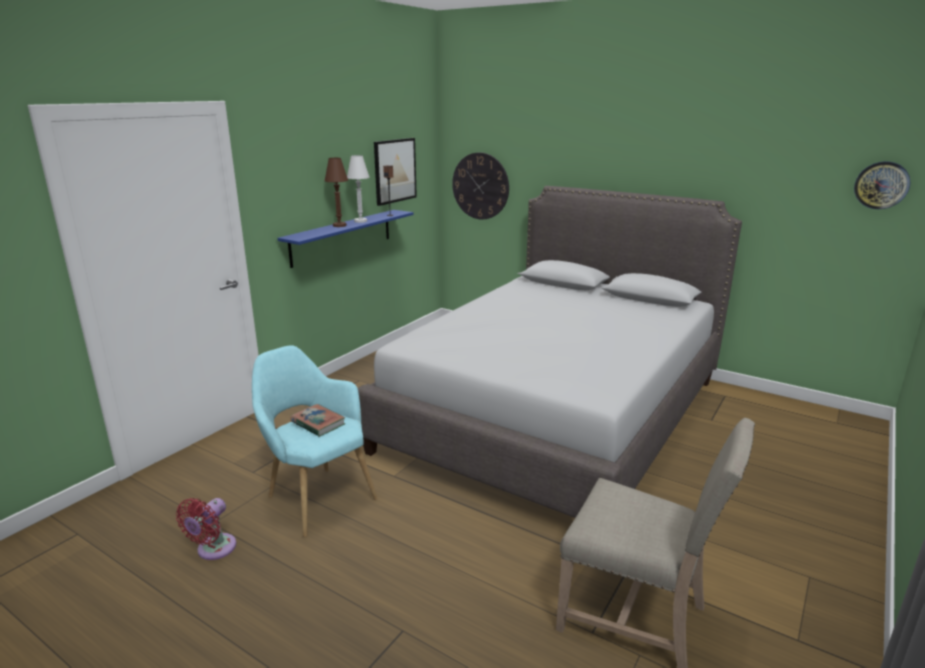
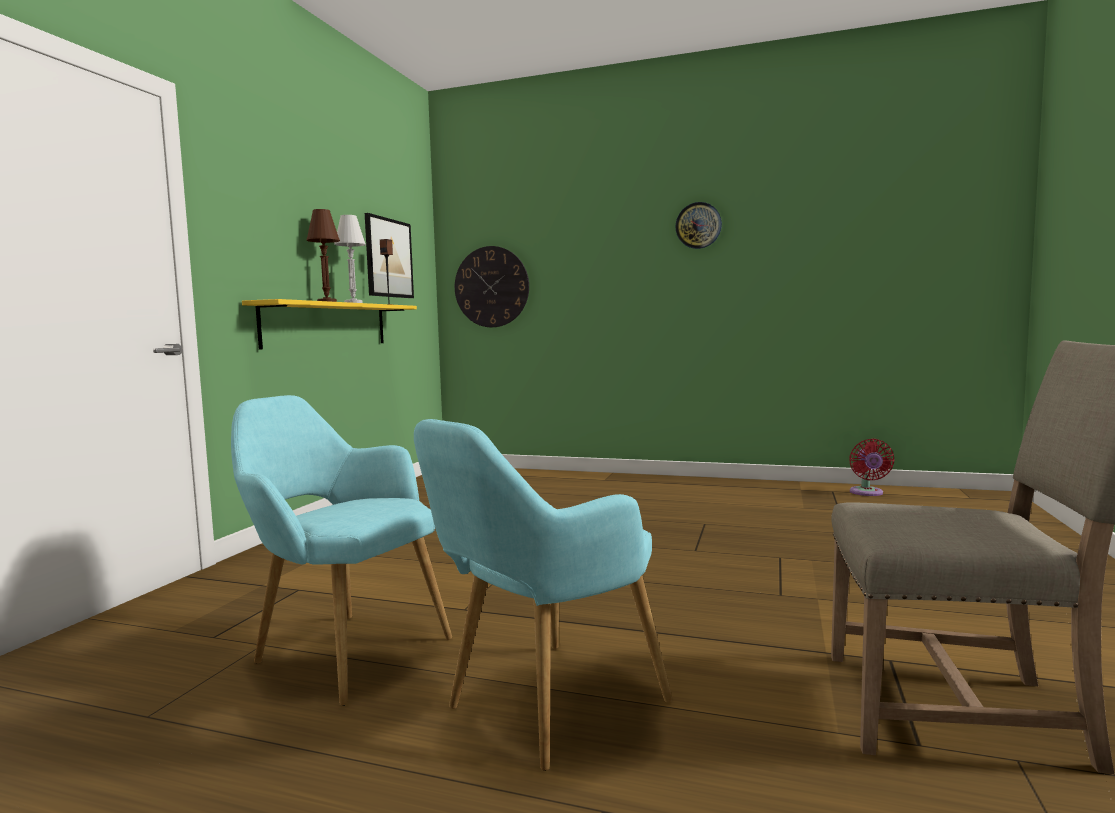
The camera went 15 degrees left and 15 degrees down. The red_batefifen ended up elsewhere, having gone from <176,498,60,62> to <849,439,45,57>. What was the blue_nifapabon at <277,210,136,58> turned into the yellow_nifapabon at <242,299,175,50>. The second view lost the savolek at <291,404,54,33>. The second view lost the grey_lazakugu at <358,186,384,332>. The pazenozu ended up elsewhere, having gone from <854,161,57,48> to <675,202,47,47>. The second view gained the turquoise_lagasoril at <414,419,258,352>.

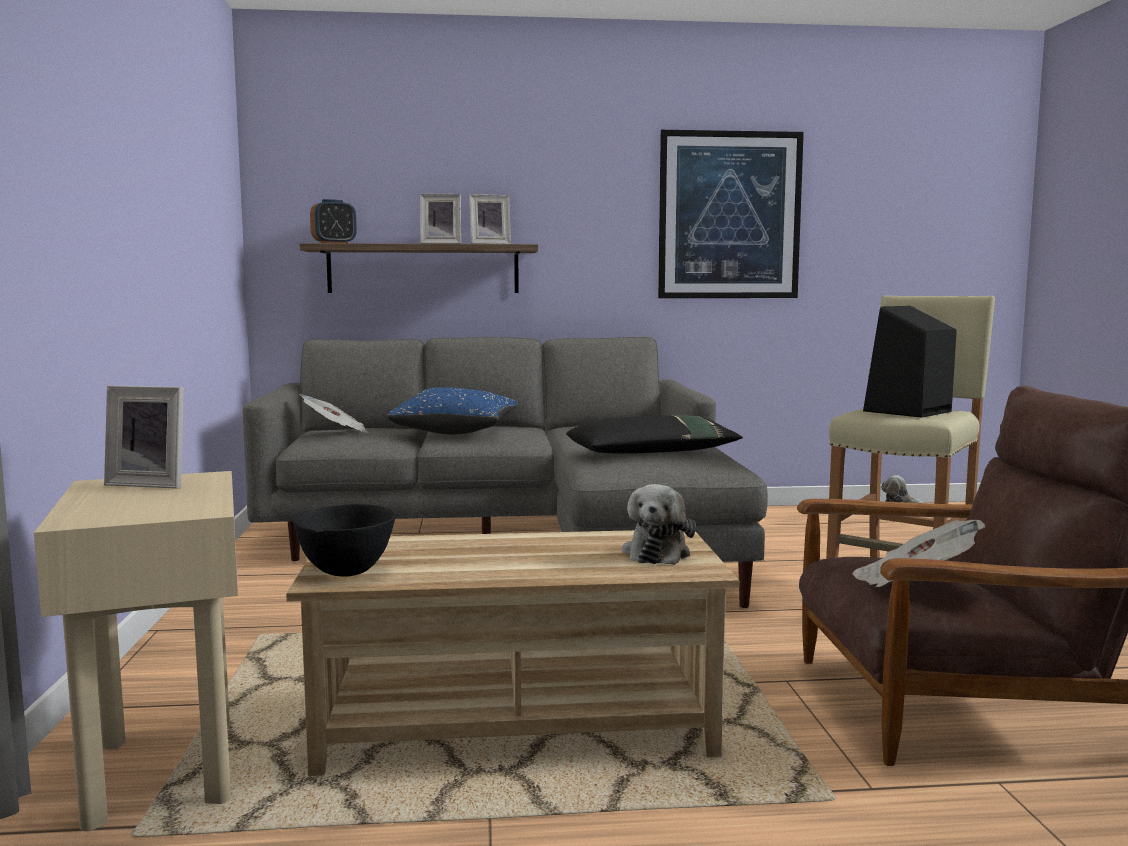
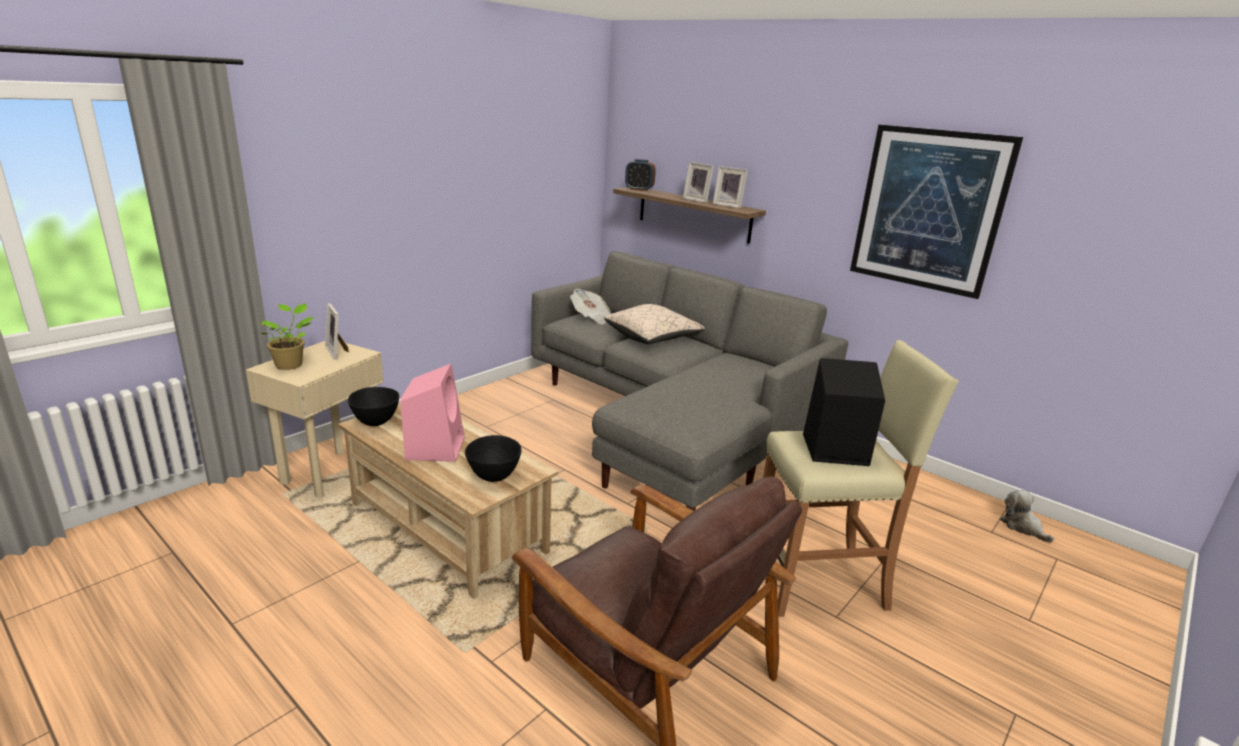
The camera went 45 degrees right and 15 degrees up. What was the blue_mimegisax at <387,387,131,47> turned into the beige_mimegisax at <604,304,101,40>. The second view lost the black_mimegisax at <566,415,177,38>. Where the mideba stood at <622,484,74,81>, the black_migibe came to stand at <465,435,56,47>. The second view lost the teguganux at <853,520,132,67>. The second view gained the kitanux at <260,303,54,67>. The second view gained the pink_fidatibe at <400,364,65,98>.

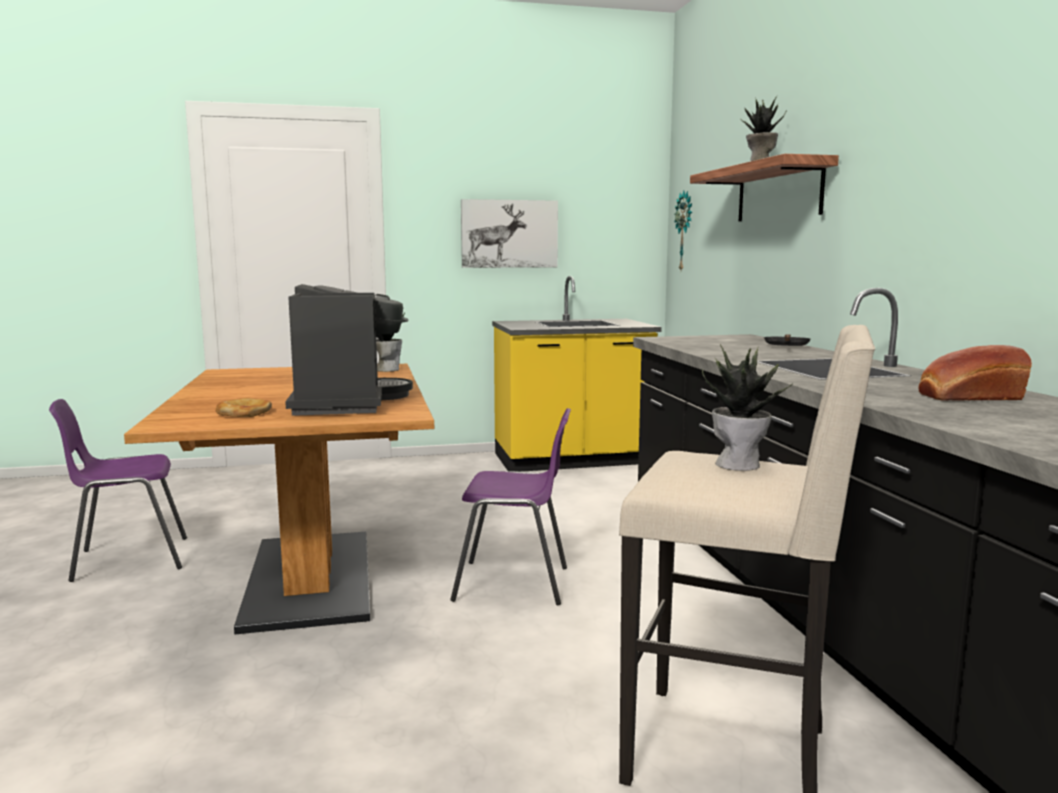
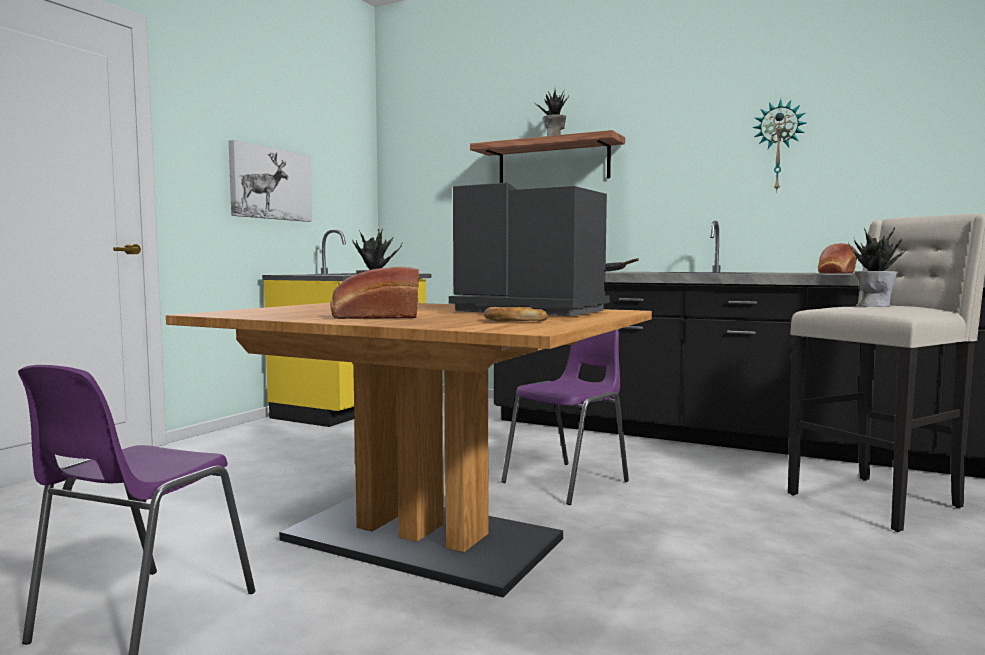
The camera went 50 degrees left and 5 degrees down. The pazenozu ended up elsewhere, having gone from <674,191,18,79> to <752,99,54,93>. The second view gained the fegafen at <330,267,89,52>.

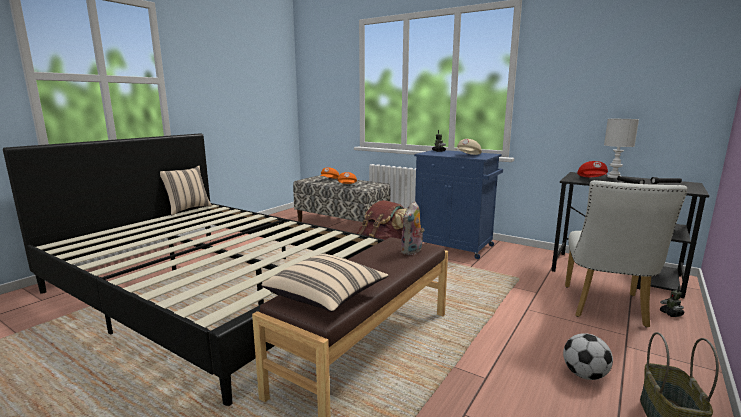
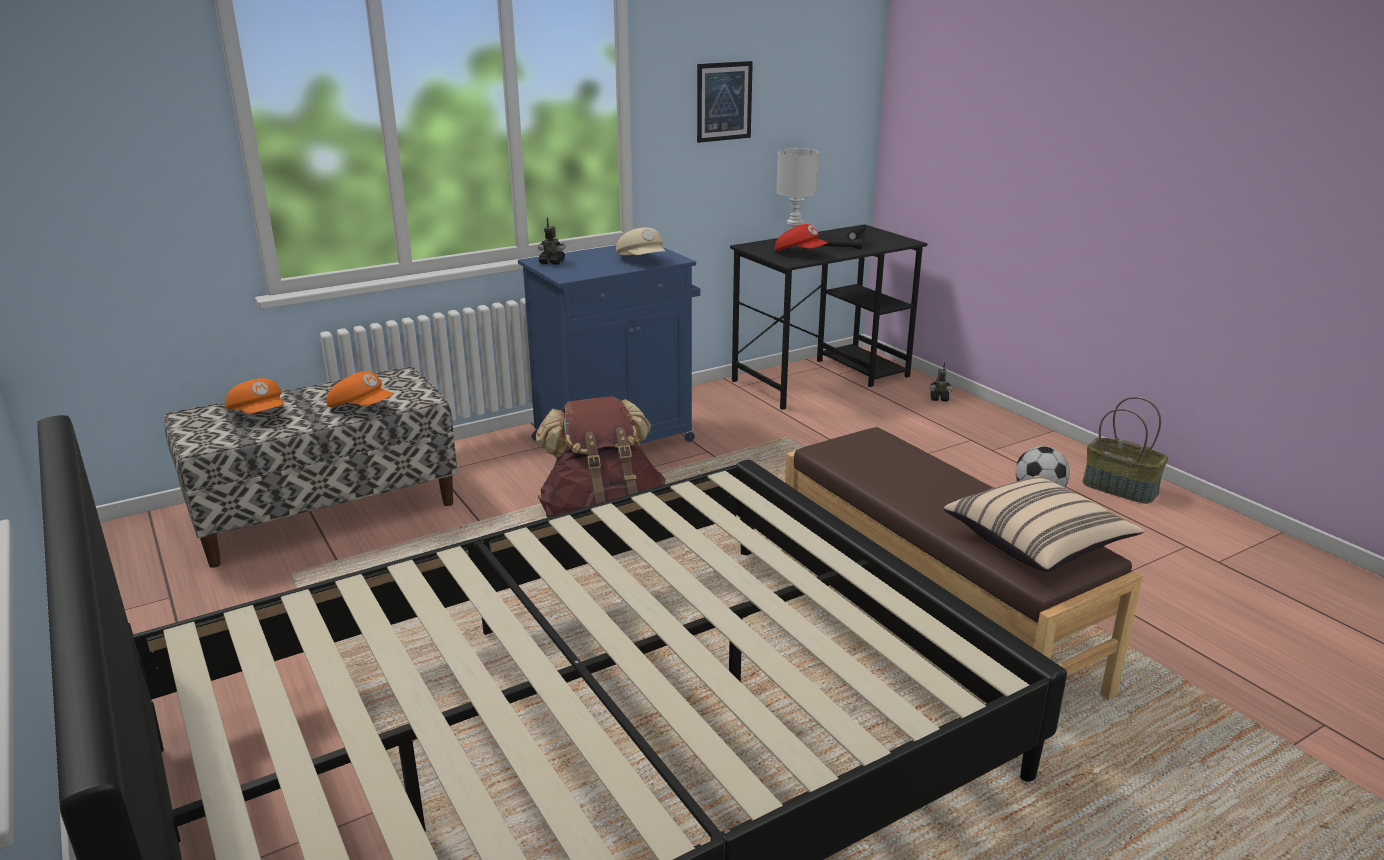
The camera went 65 degrees left and 10 degrees up. The second view lost the beige_mimegisax at <160,166,52,49>. The second view lost the mideba at <401,201,24,54>. The second view lost the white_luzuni at <565,180,123,148>. The second view gained the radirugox at <697,61,56,82>.

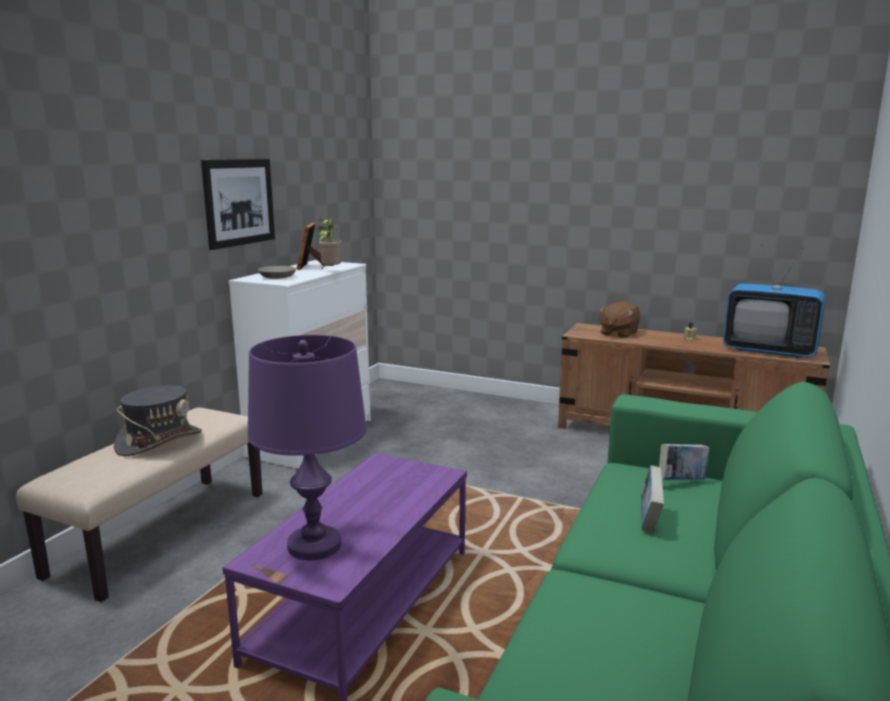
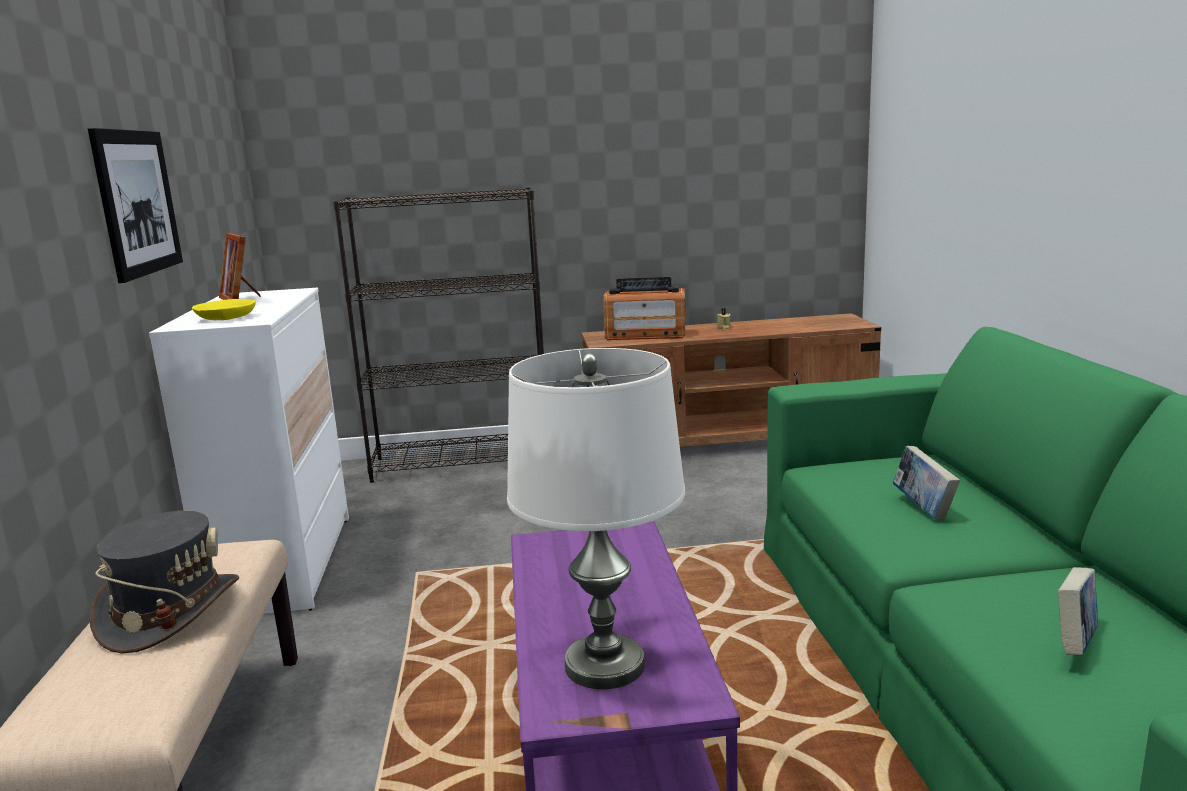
The camera went 30 degrees left and 0 degrees up. What was the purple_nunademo at <247,335,120,225> turned into the white_nunademo at <507,348,178,341>. What was the grey_migibe at <258,266,38,13> turned into the yellow_migibe at <192,299,64,21>. The second view lost the kitanux at <318,219,24,50>. Where the brown_mideba stood at <598,301,42,37>, the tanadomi came to stand at <603,277,82,63>. The savolek ended up elsewhere, having gone from <659,444,50,36> to <1058,567,40,88>. The second view lost the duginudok at <723,244,103,114>. The second view gained the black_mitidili at <333,187,211,296>.

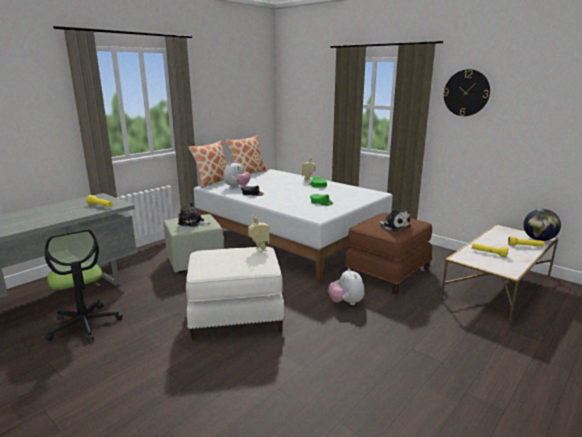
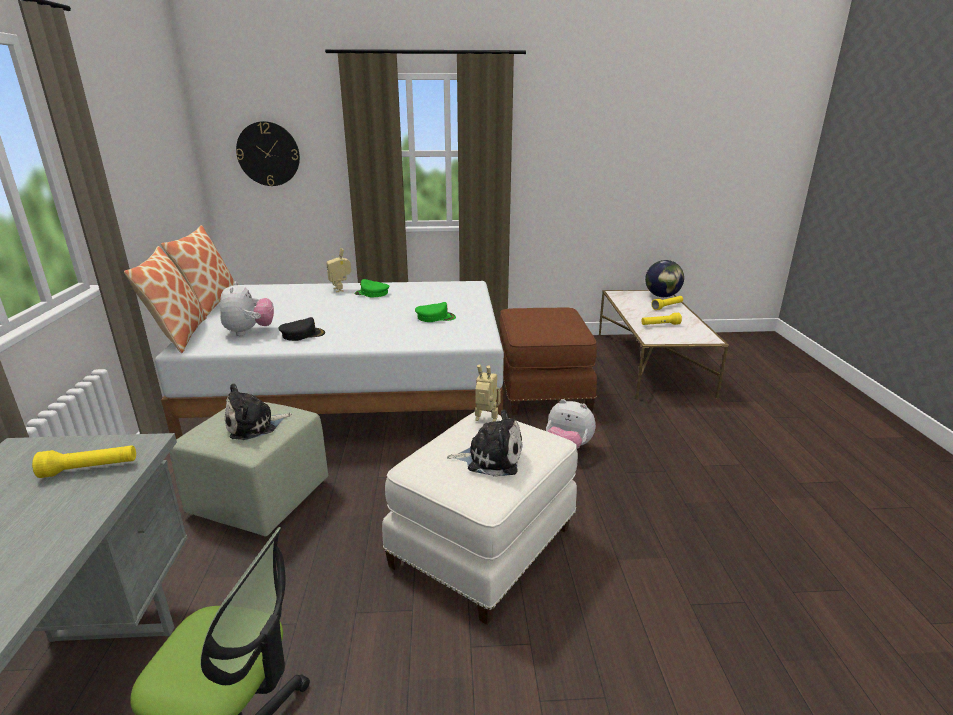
The camera went 45 degrees left and 5 degrees up. The mideba ended up elsewhere, having gone from <378,208,33,23> to <447,409,75,68>. The pazenozu ended up elsewhere, having gone from <443,69,47,47> to <236,121,64,65>.

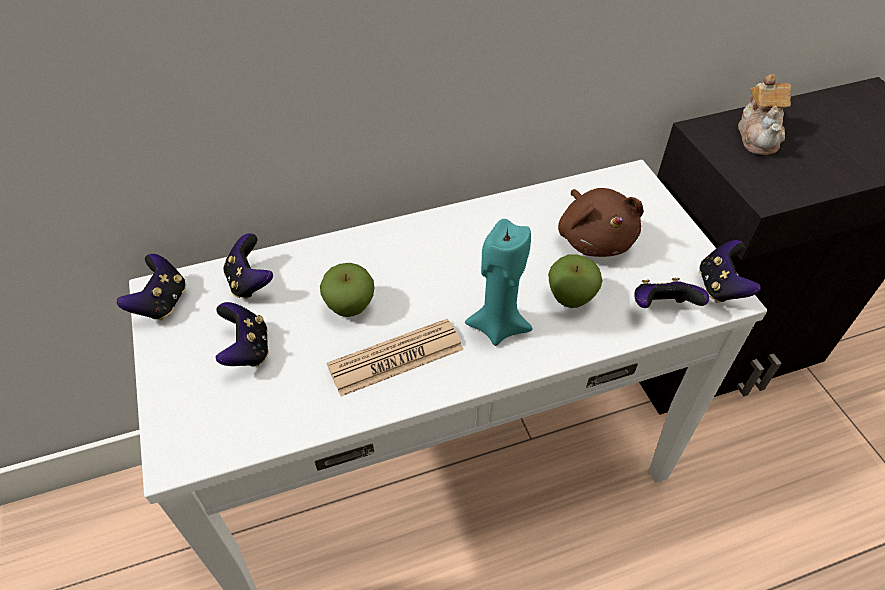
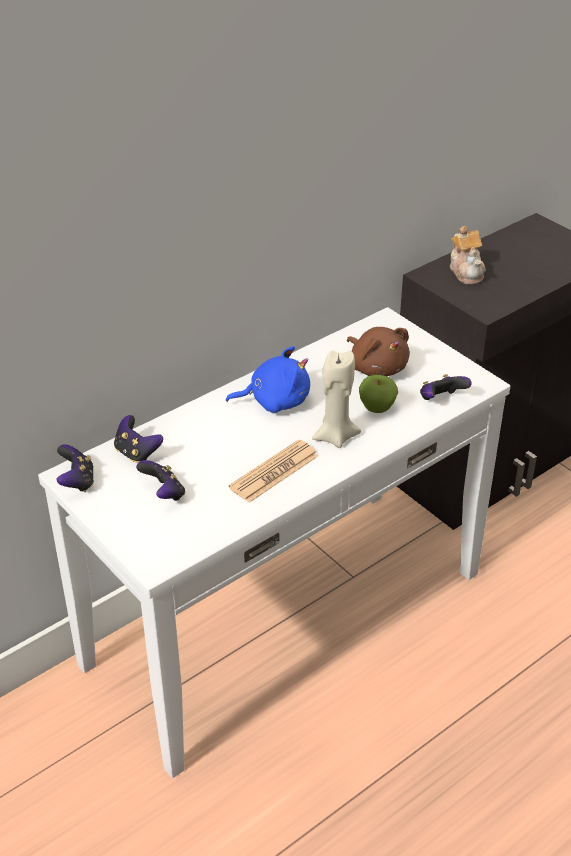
The camera went 20 degrees left and 10 degrees down. The second view lost the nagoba at <320,263,54,54>. What was the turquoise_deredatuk at <465,219,68,127> turned into the beige_deredatuk at <312,351,49,97>. The second view lost the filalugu at <699,240,62,63>. The second view gained the blue_mideba at <226,346,84,67>.

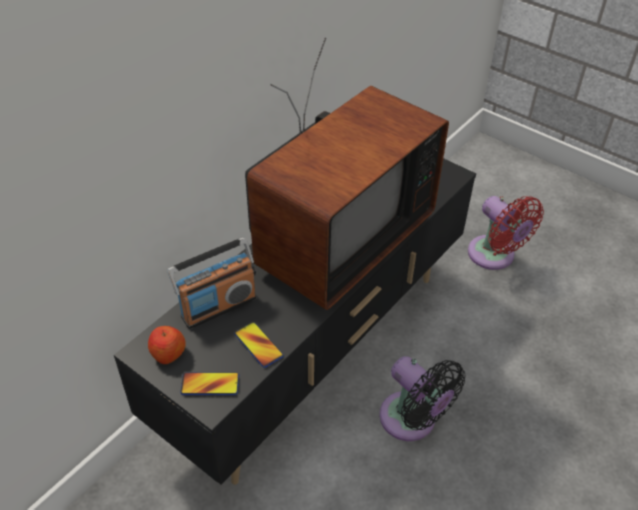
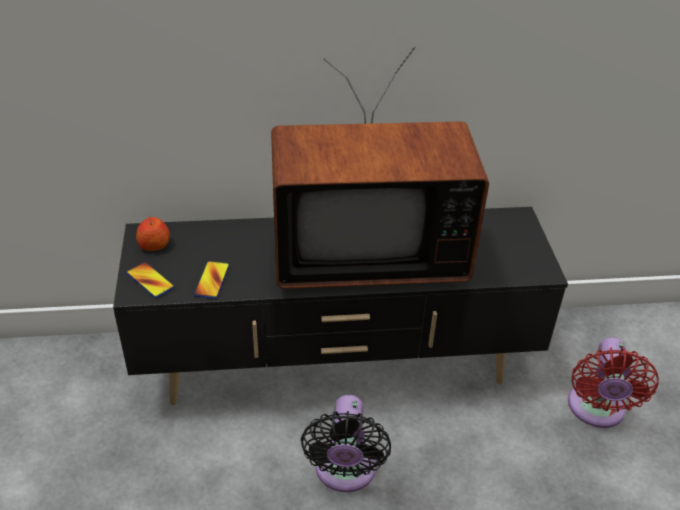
The camera went 45 degrees right and 5 degrees down. The second view lost the tanadomi at <167,237,90,92>.

